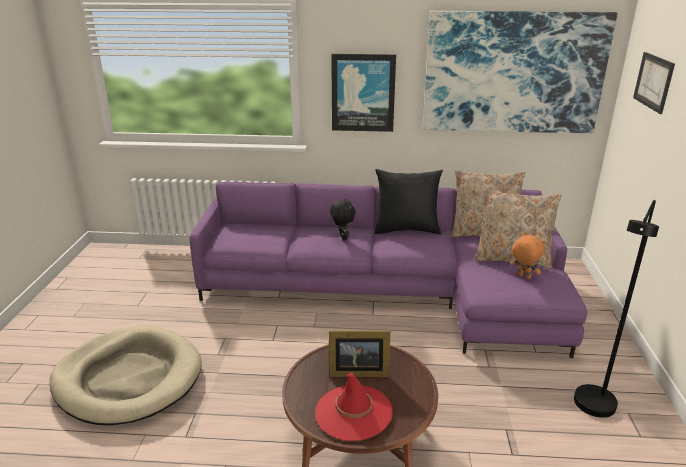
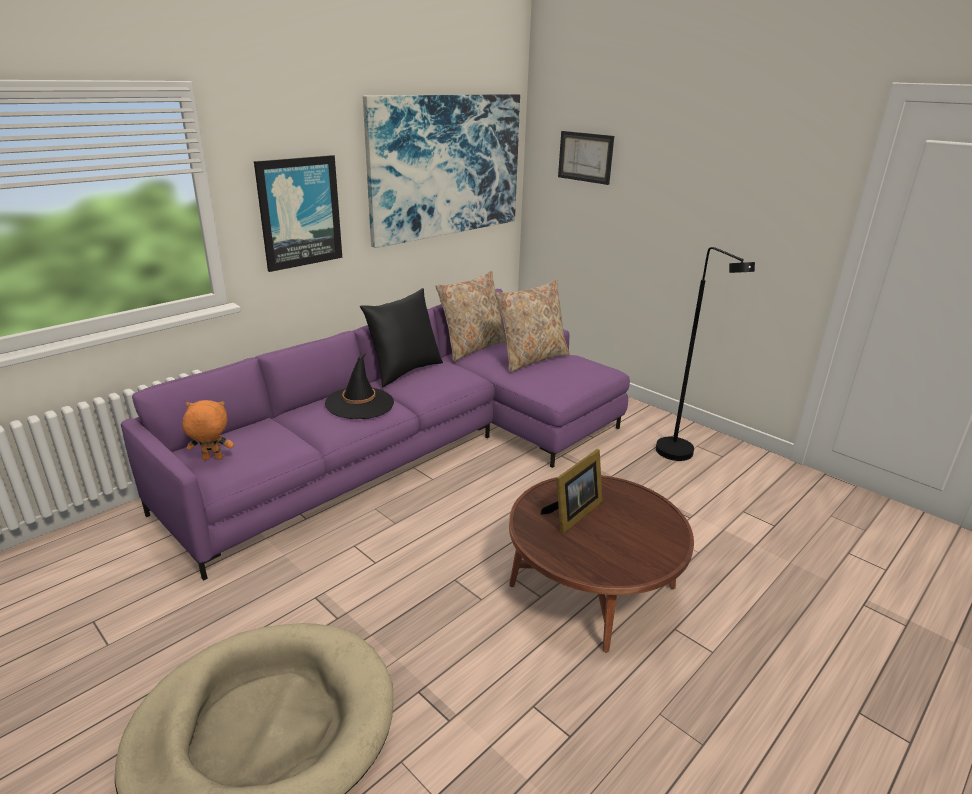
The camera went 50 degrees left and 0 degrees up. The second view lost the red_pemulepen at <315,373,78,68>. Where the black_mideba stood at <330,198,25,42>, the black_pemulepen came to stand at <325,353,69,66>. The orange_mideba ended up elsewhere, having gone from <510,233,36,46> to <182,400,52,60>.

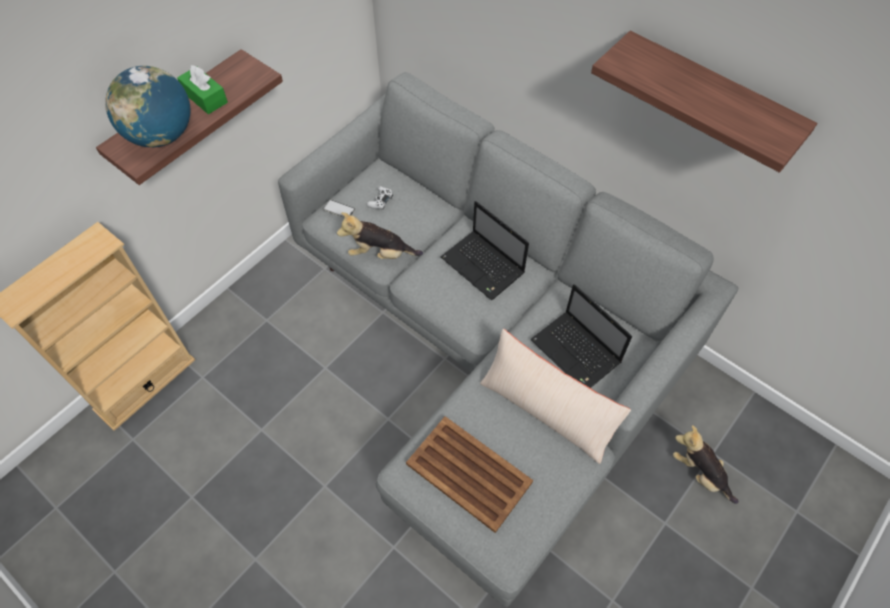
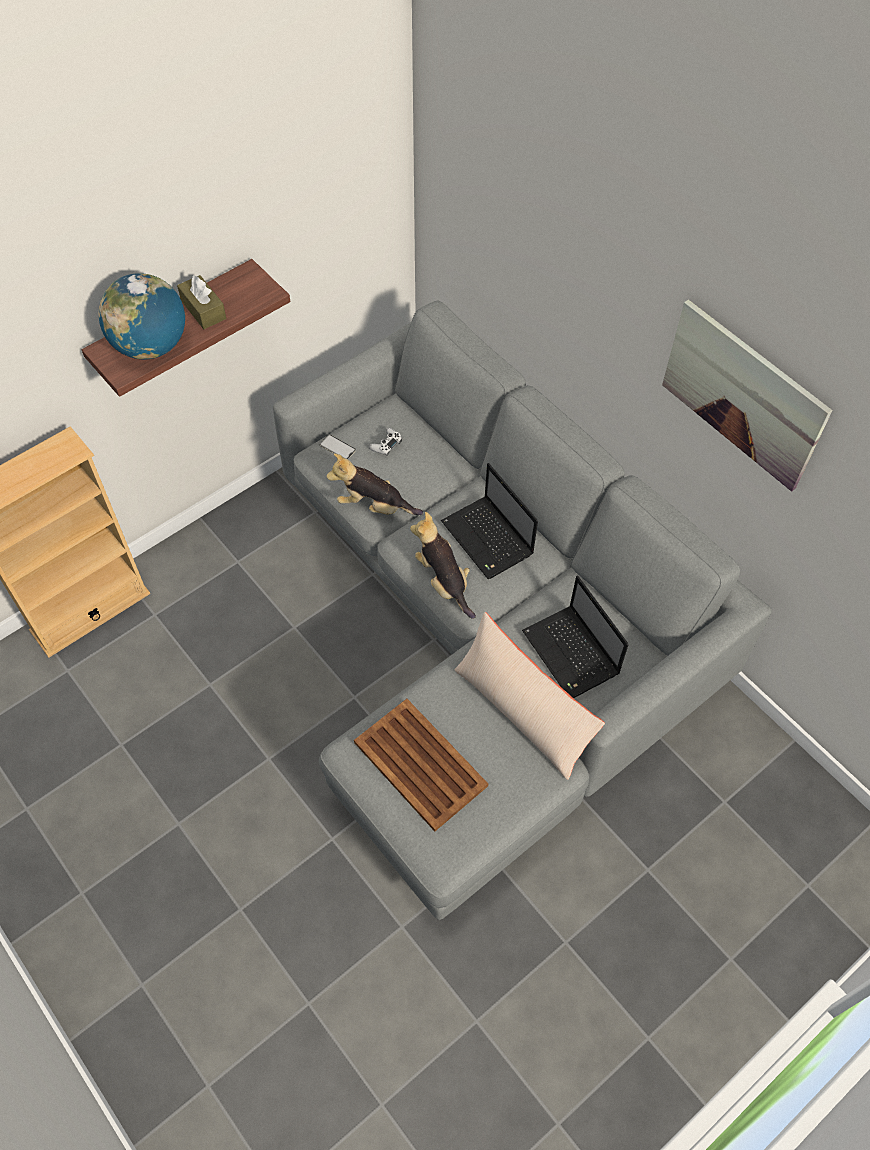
The camera went 10 degrees right and 0 degrees up. What was the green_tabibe at <177,65,51,49> turned into the brown_tabibe at <177,275,49,54>. Where the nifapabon hung at <591,31,226,142>, the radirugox came to hang at <662,299,171,193>. The mideba ended up elsewhere, having gone from <673,425,66,79> to <410,512,66,107>.

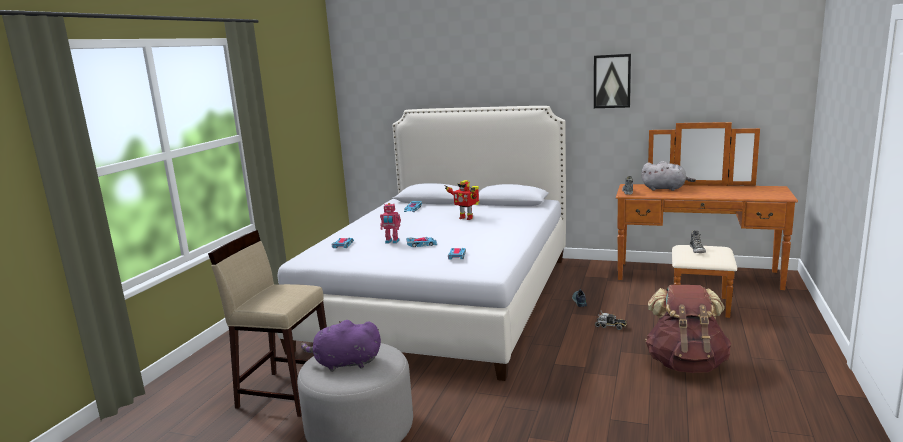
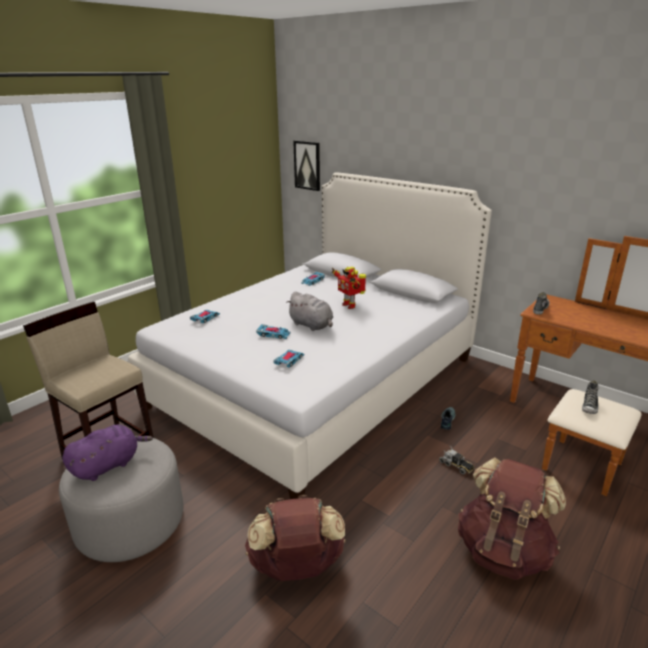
The camera went 20 degrees right and 10 degrees up. The purple_mideba at <301,320,80,52> ended up facing another way, 120 degrees clockwise from before. The second view lost the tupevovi at <380,203,21,41>. The radirugox ended up elsewhere, having gone from <594,54,37,54> to <293,140,27,51>. The grey_mideba ended up elsewhere, having gone from <641,161,55,30> to <286,291,47,40>. The second view gained the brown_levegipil at <245,495,101,86>.

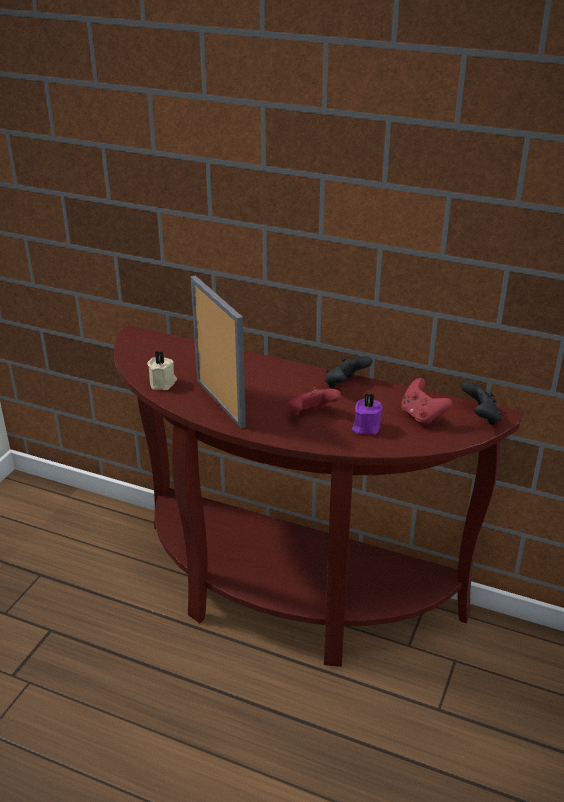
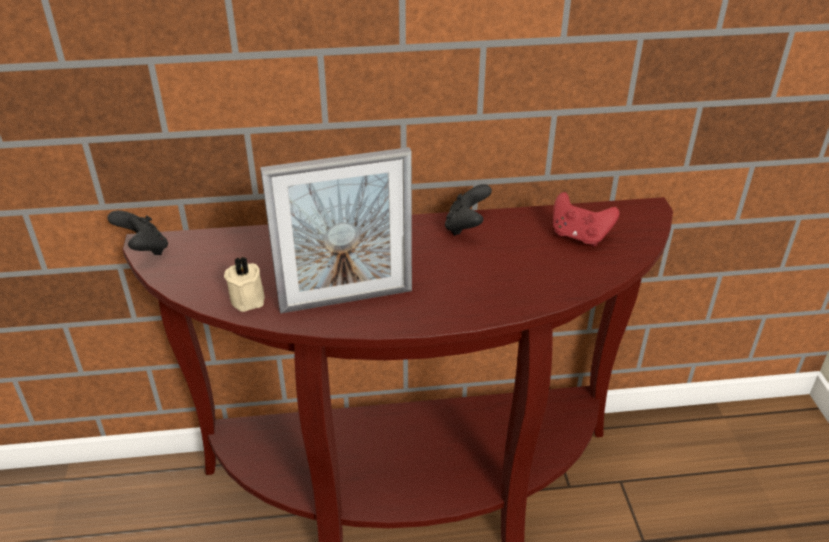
The camera went 30 degrees left and 5 degrees up. The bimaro at <191,275,55,153> ended up facing another way, 135 degrees clockwise from before. The second view lost the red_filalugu at <288,387,53,28>. The second view lost the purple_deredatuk at <352,393,31,42>. The black_filalugu ended up elsewhere, having gone from <461,381,41,45> to <107,210,61,45>.

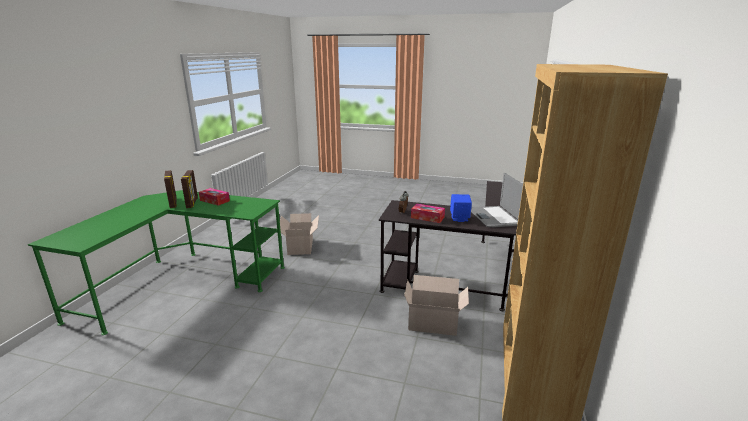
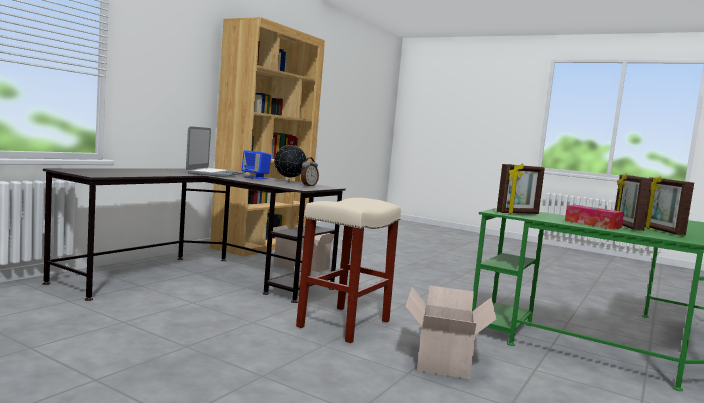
The camera went 165 degrees left and 15 degrees down. Where the tabibe stood at <411,204,34,19>, the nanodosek came to stand at <274,141,33,41>. The second view gained the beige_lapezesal at <296,198,105,145>. The second view gained the bimaro at <497,164,48,50>.

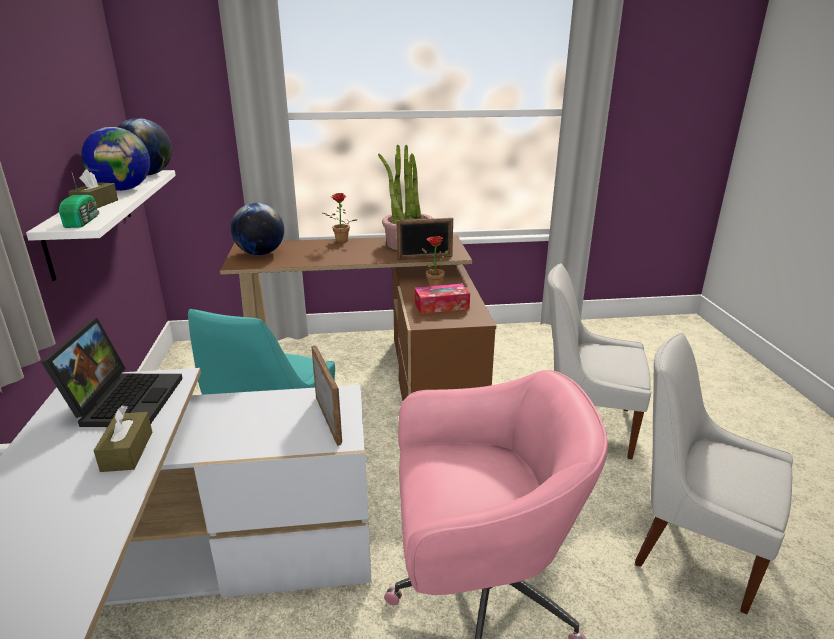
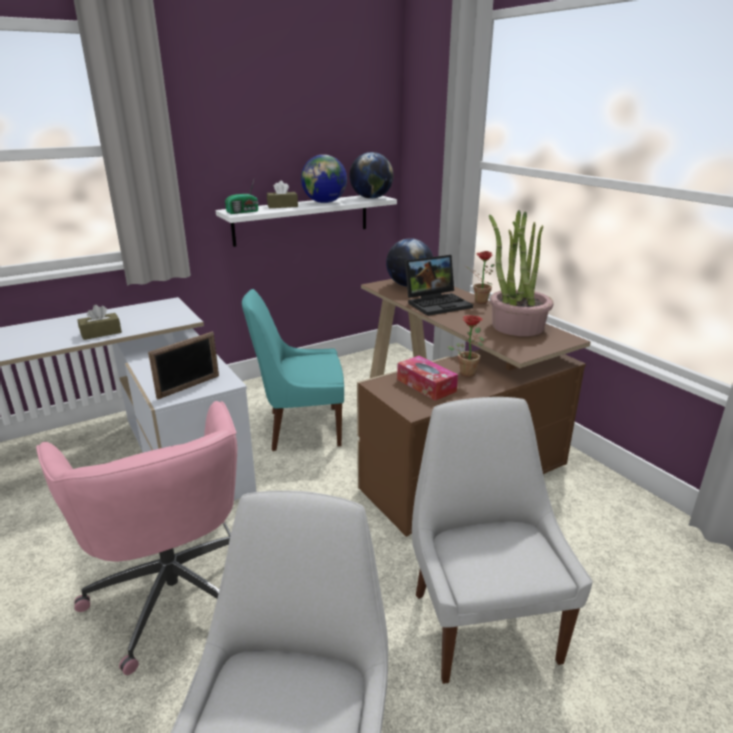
The camera went 65 degrees right and 0 degrees up. The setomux ended up elsewhere, having gone from <41,318,142,109> to <405,255,68,61>. The second view lost the bimaro at <397,218,56,42>.

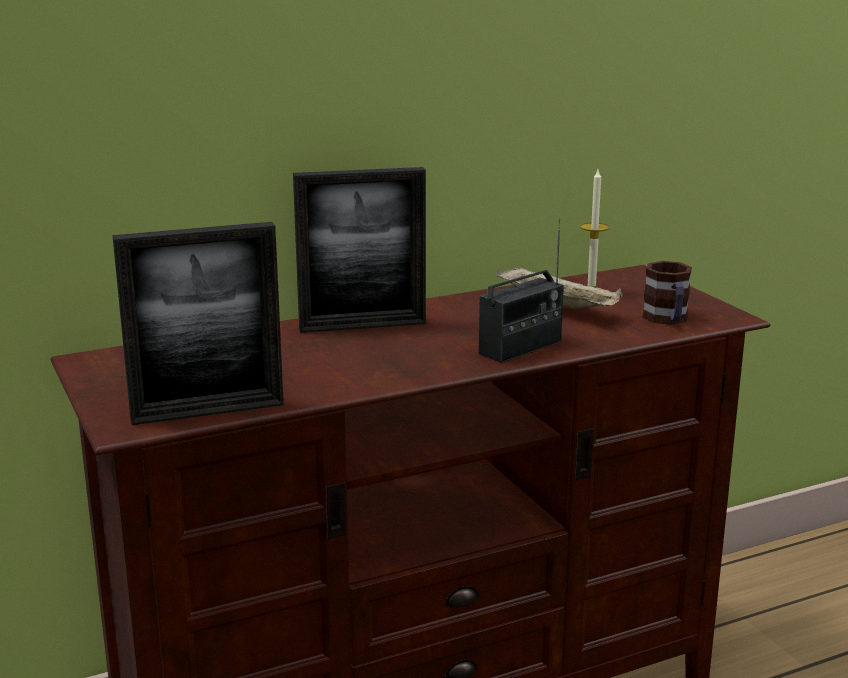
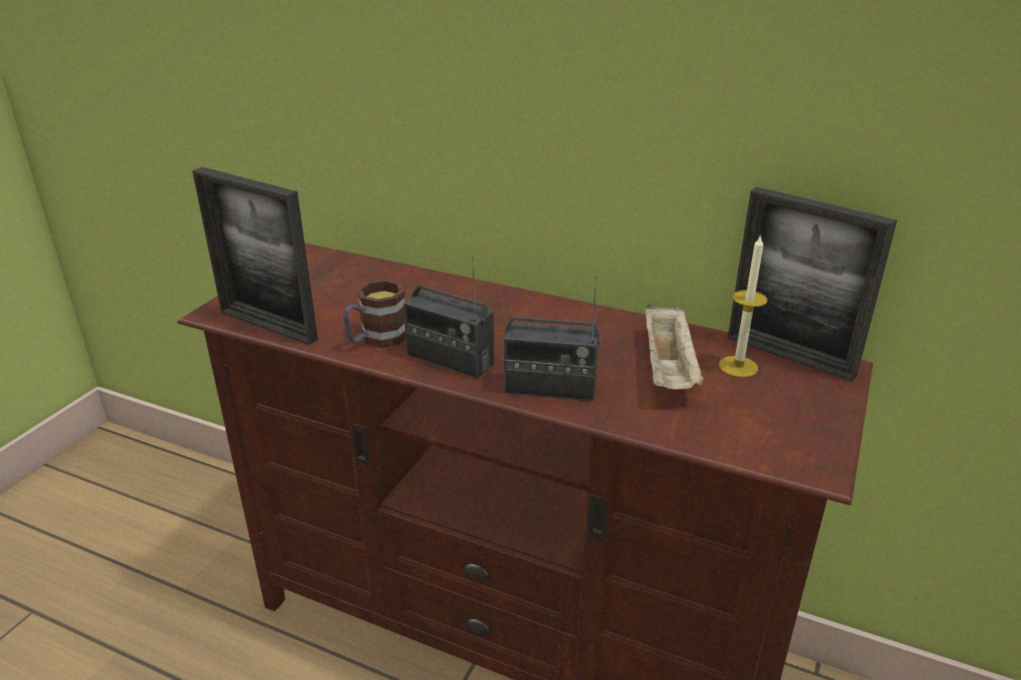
The camera went 50 degrees right and 10 degrees up. The bimaro ended up elsewhere, having gone from <293,167,133,166> to <728,187,169,195>. The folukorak ended up elsewhere, having gone from <643,261,49,64> to <343,279,63,69>. The second view gained the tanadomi at <403,256,91,122>.

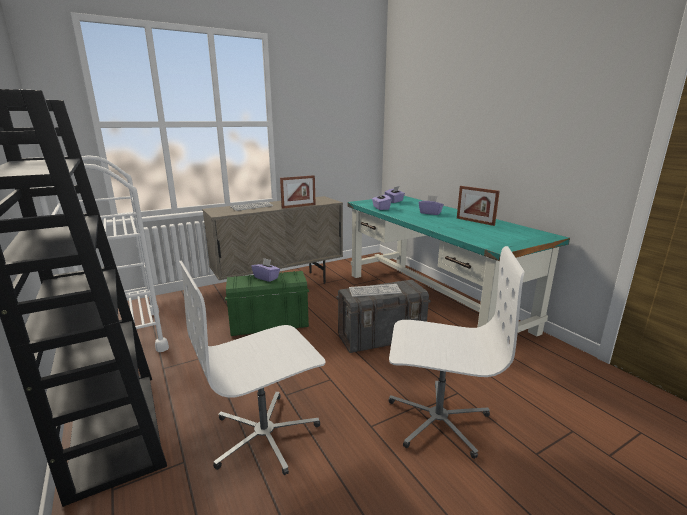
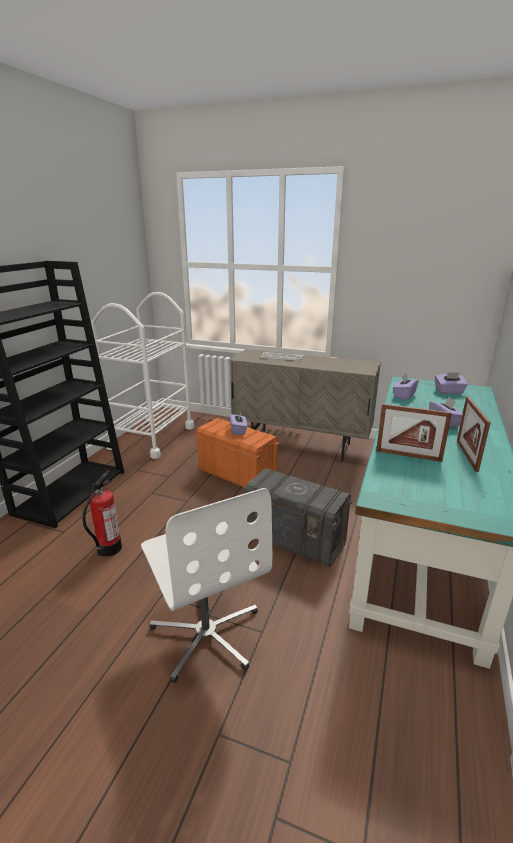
The camera went 50 degrees right and 5 degrees up. Where the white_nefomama stood at <179,261,147,214>, the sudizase came to stand at <82,471,40,86>. What was the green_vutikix at <225,271,84,65> turned into the orange_vutikix at <195,418,85,70>. The bimaro ended up elsewhere, having gone from <280,175,36,34> to <376,404,76,58>. The second view lost the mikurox at <349,284,53,13>.

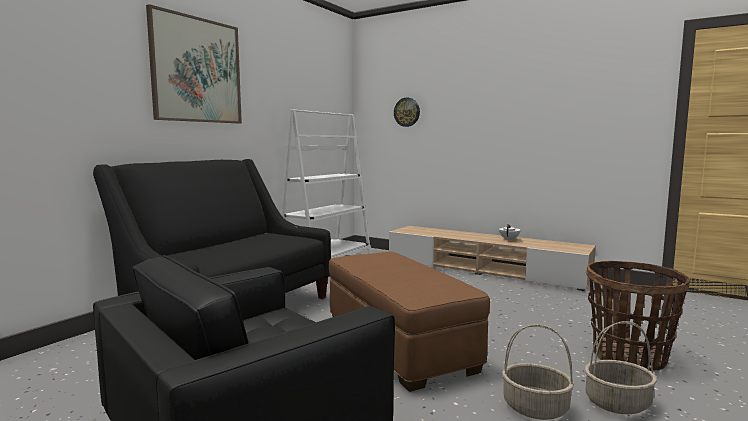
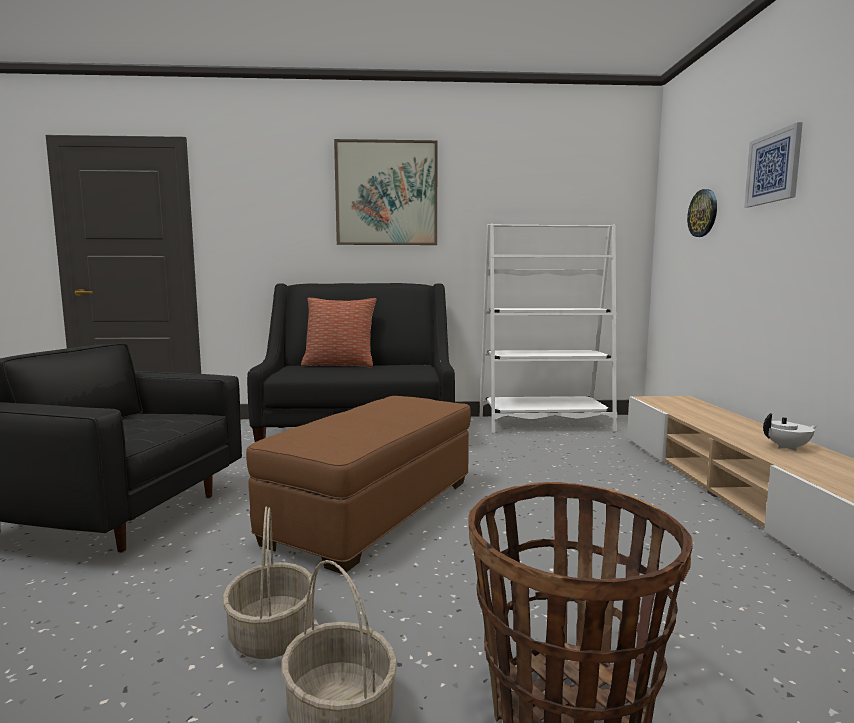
The camera went 55 degrees right and 0 degrees up. The second view gained the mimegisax at <301,298,75,69>. The second view gained the radirugox at <744,122,59,85>.

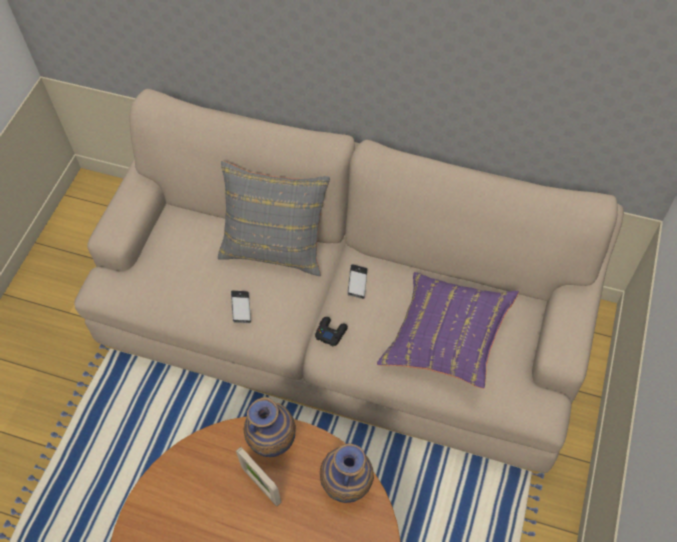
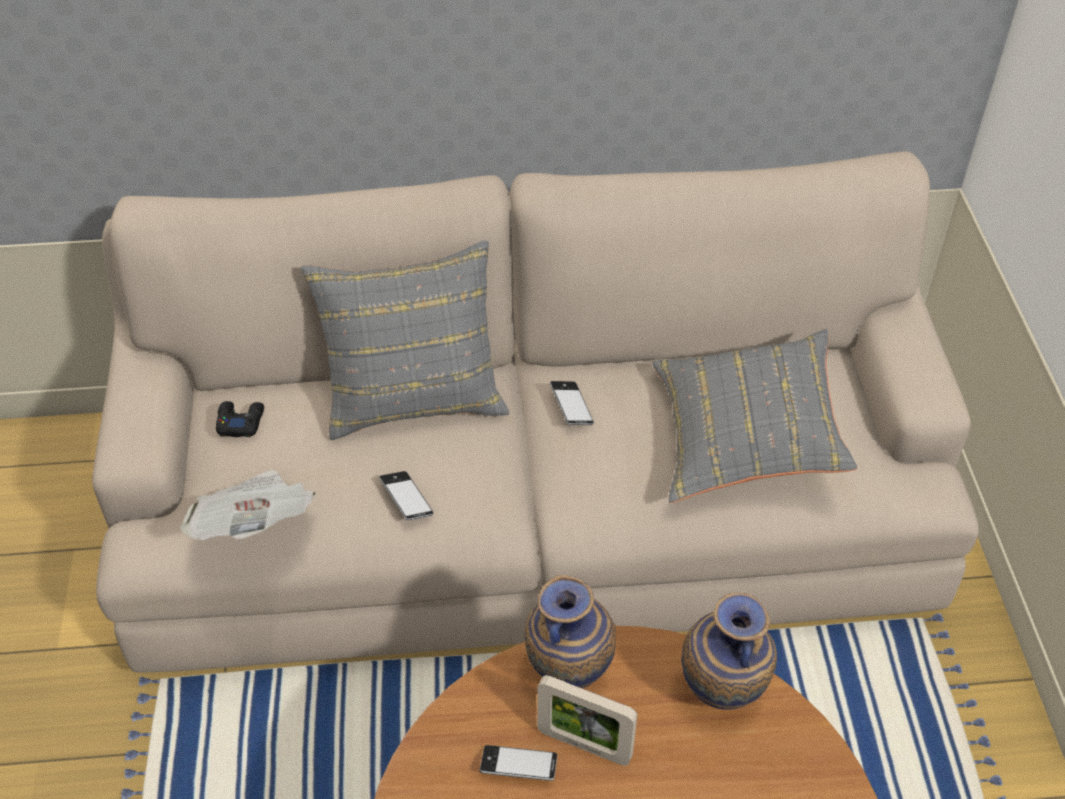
The camera went 25 degrees left and 10 degrees down. The black_filalugu ended up elsewhere, having gone from <315,317,33,29> to <216,401,48,36>. What was the purple_mimegisax at <377,272,142,117> turned into the grey_mimegisax at <652,329,205,174>. The second view gained the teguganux at <180,470,136,70>. The second view gained the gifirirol at <480,745,77,36>.

